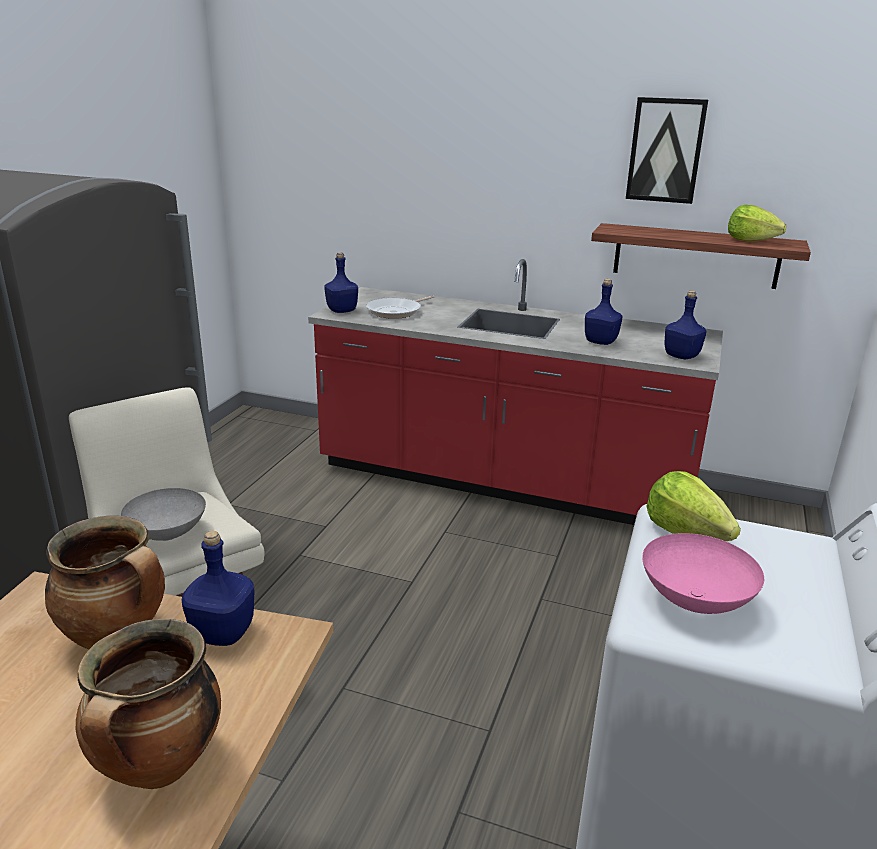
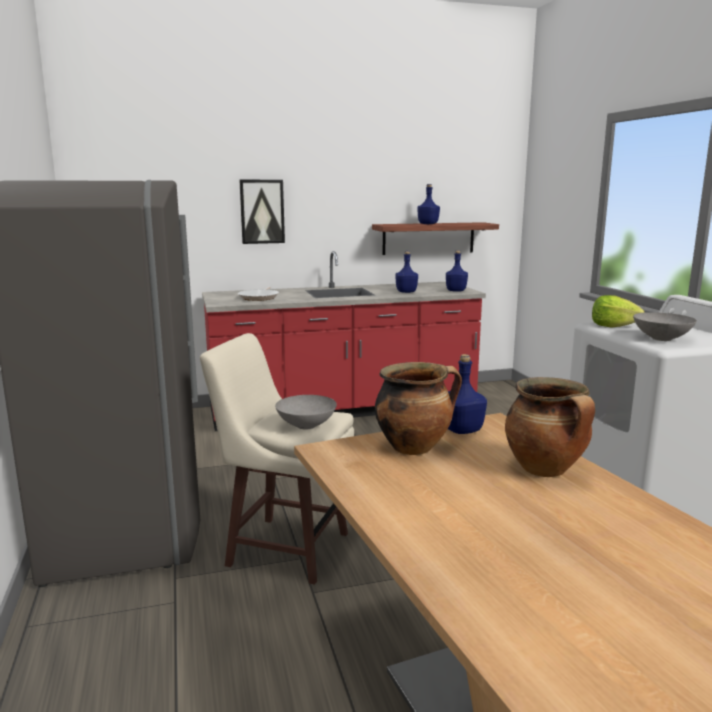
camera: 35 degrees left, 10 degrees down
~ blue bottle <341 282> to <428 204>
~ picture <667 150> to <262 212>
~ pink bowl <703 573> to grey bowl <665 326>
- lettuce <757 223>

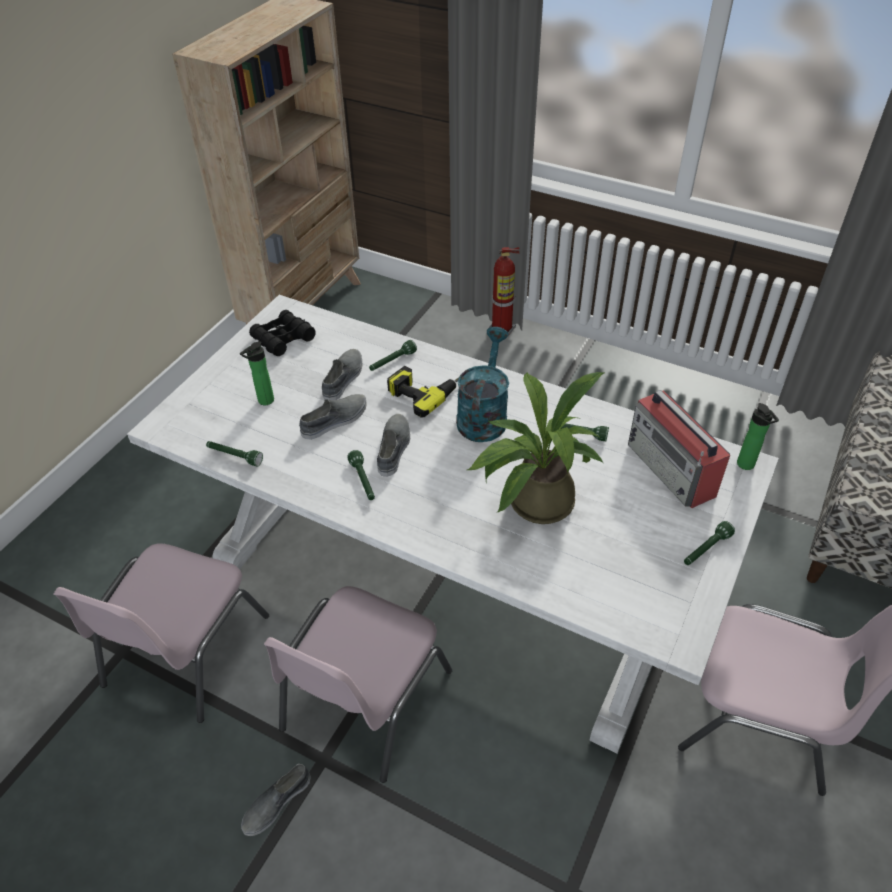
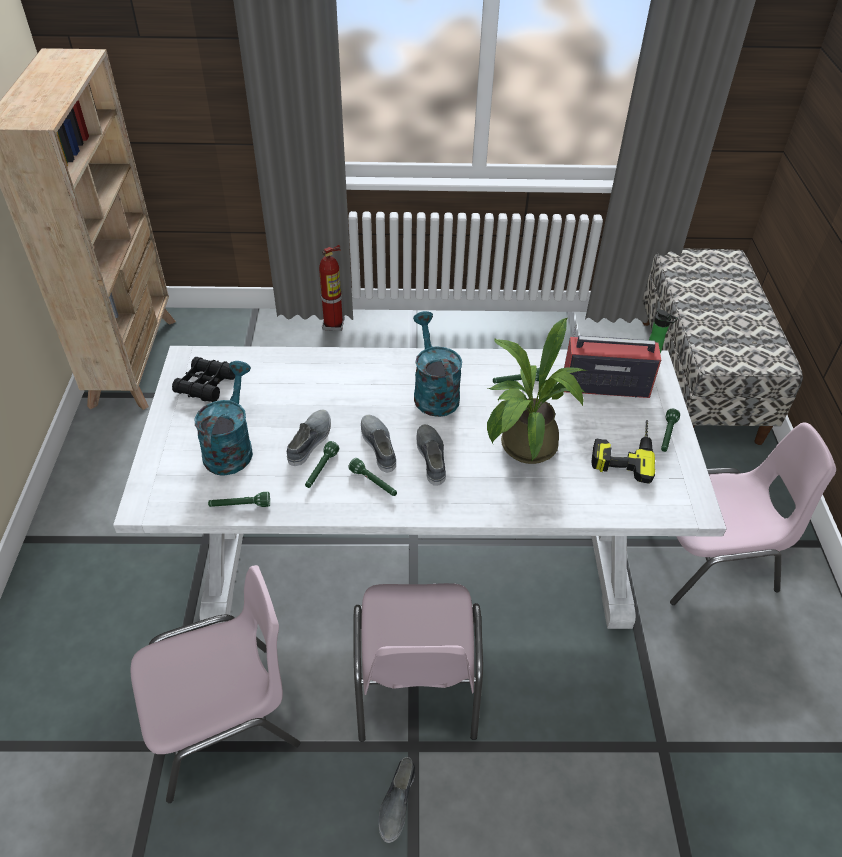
camera: 30 degrees left, 0 degrees up
~ pink chair <161 633> = <215 684> 105 degrees counterclockwise
~ bottle <257 373> to turquoise watering can <224 418>
~ grey shoe <342 374> to <431 455>
~ green flashlight <393 355> to <322 464>
~ power drill <423 392> to <623 452>
~ radio <679 449> = <612 361> 150 degrees clockwise

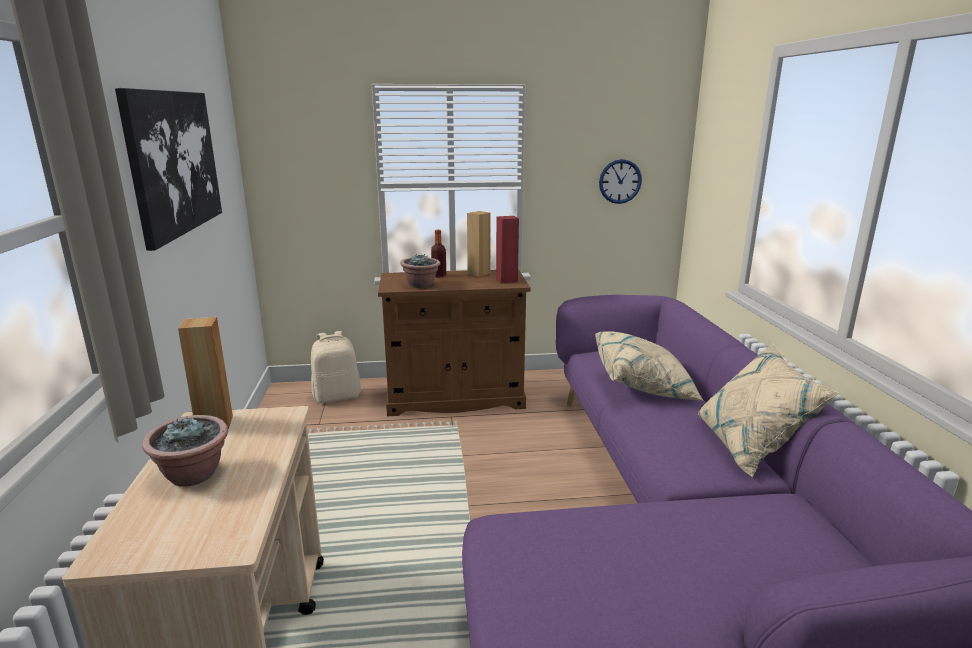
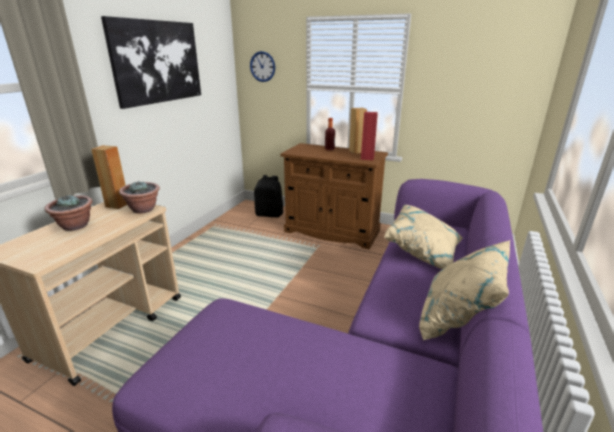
camera: 30 degrees right, 5 degrees up
~ beige backpack <336 367> to black backpack <269 196>
~ potted plant <420 271> to <139 197>
~ wall clock <620 181> to <262 66>

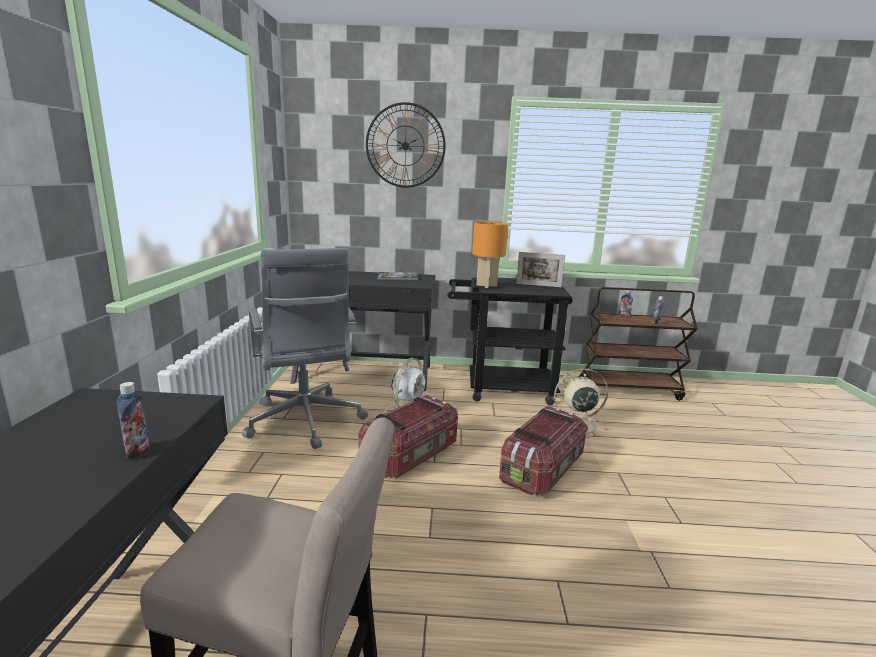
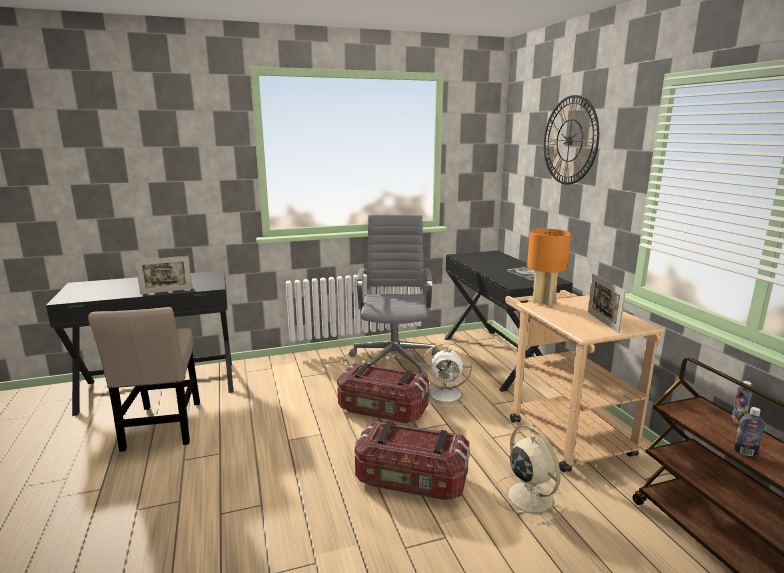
camera: 70 degrees right, 0 degrees up
~ bottle <133 420> to picture frame <163 275>
~ grey office chair <305 348> = <394 296> 135 degrees clockwise
~ black cart <510 341> to beige cart <585 381>

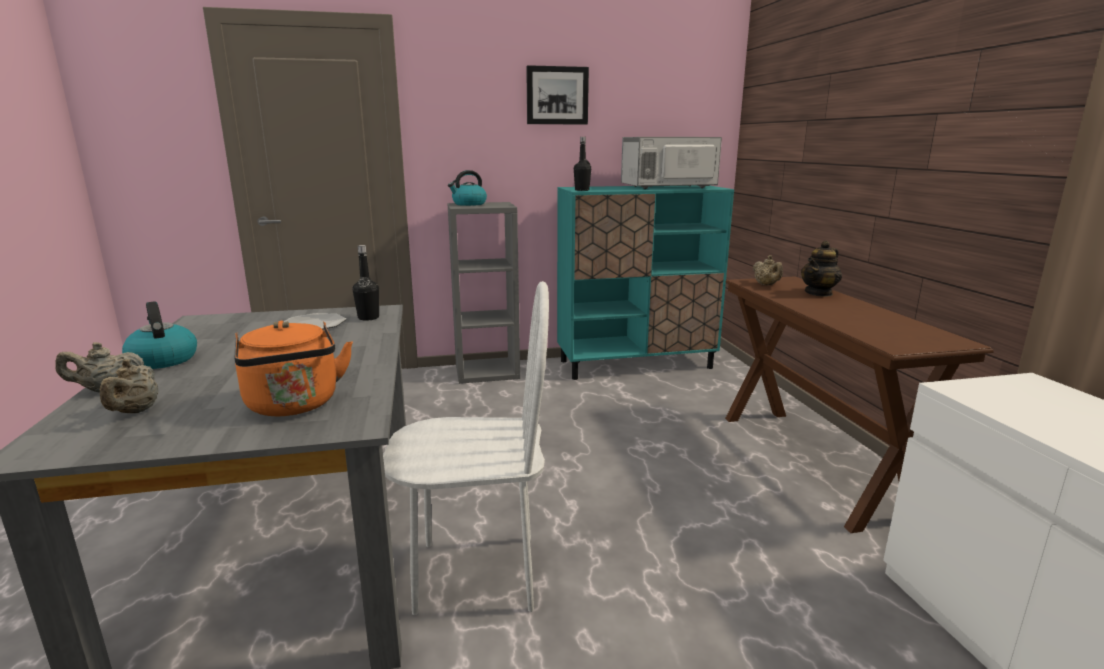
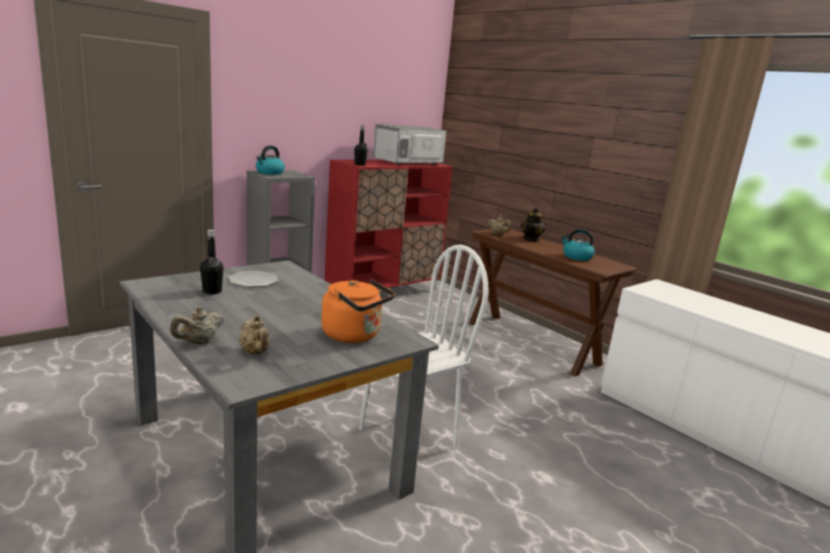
camera: 30 degrees left, 0 degrees up
~ kettle <159 335> to <578 245>
~ black bottle <366 283> to <212 262>
- picture <557 94>
~ turquoise cabinet <645 283> to red cabinet <389 226>

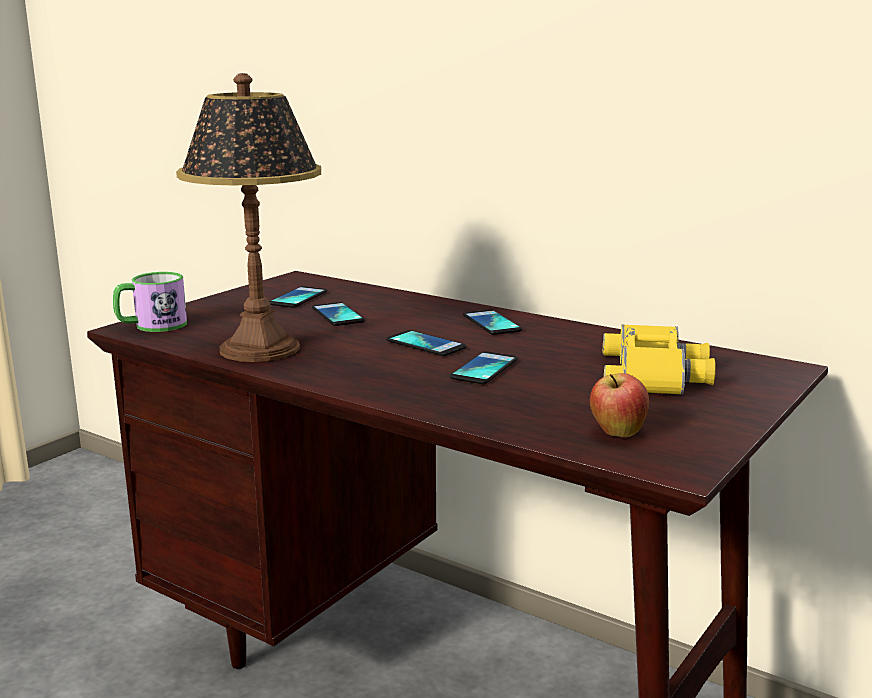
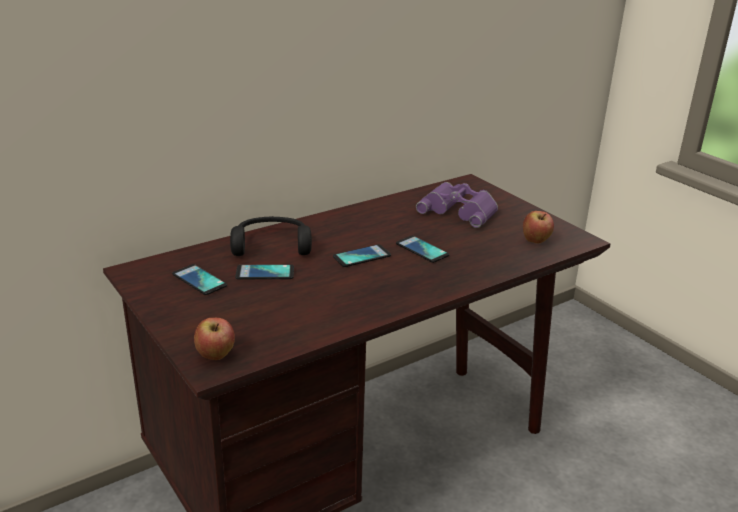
camera: 70 degrees left, 10 degrees up
~ mug <150 302> to apple <214 339>
- table lamp <248 217>
- phone <492 322>
~ yellow binoculars <659 359> to purple binoculars <457 205>
+ black headphones <271 236>

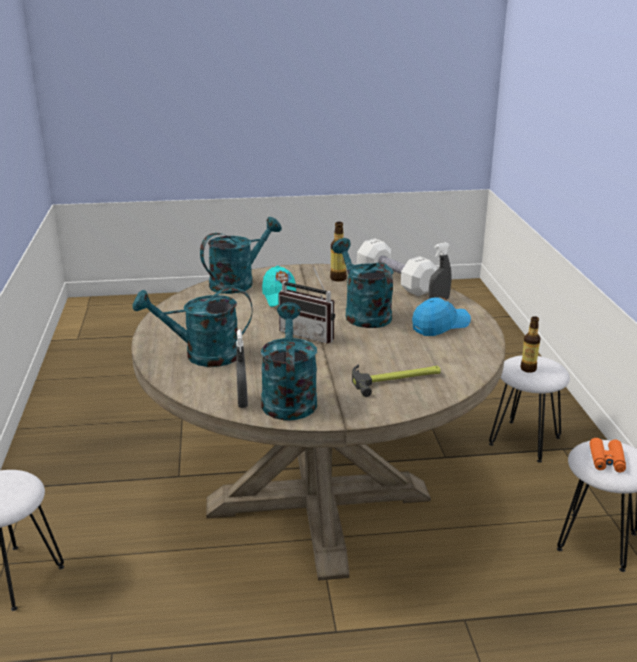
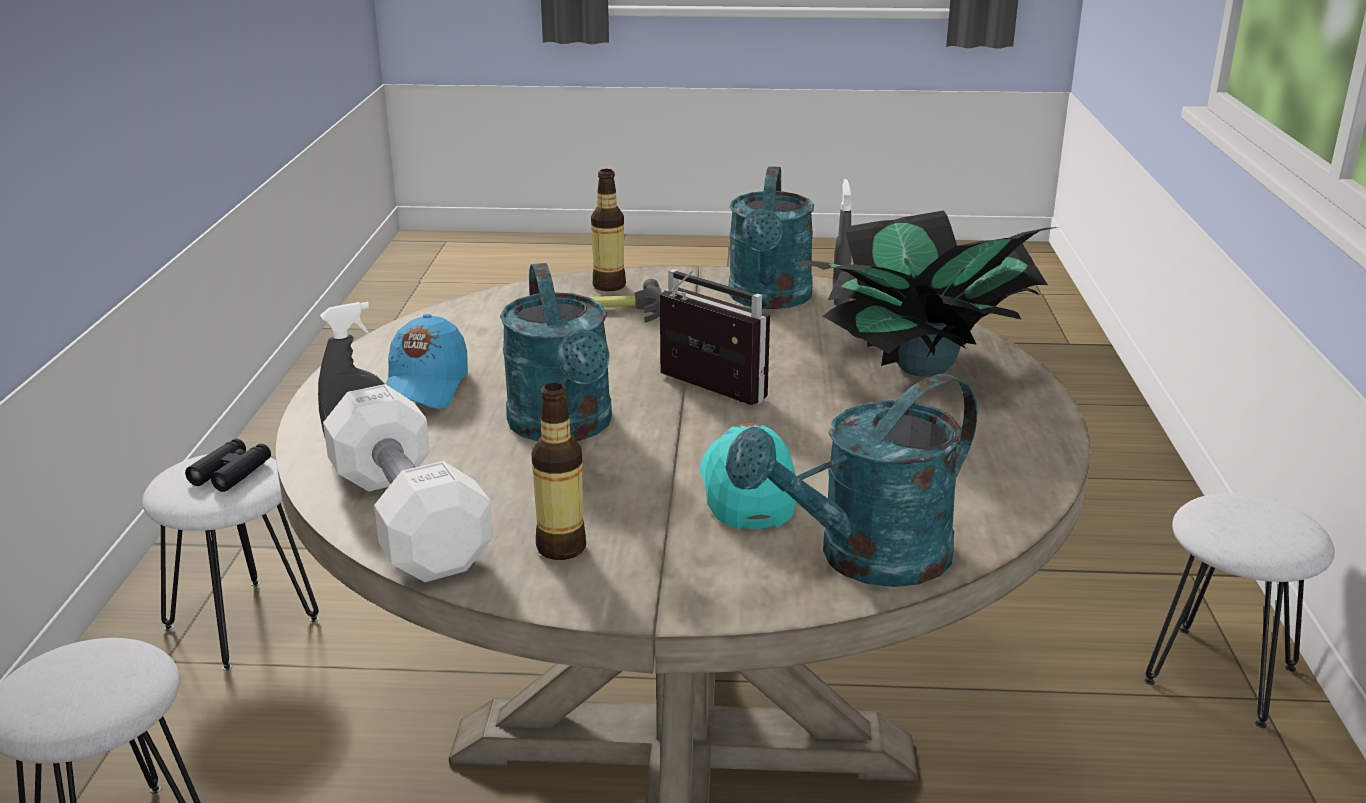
camera: 170 degrees left, 0 degrees up
~ turquoise watering can <192 327> to potted plant <925 294>
~ blue cap <441 316> = <426 361> 60 degrees counterclockwise
~ bottle <530 344> to <608 230>
~ orange binoculars <608 455> to black binoculars <228 465>

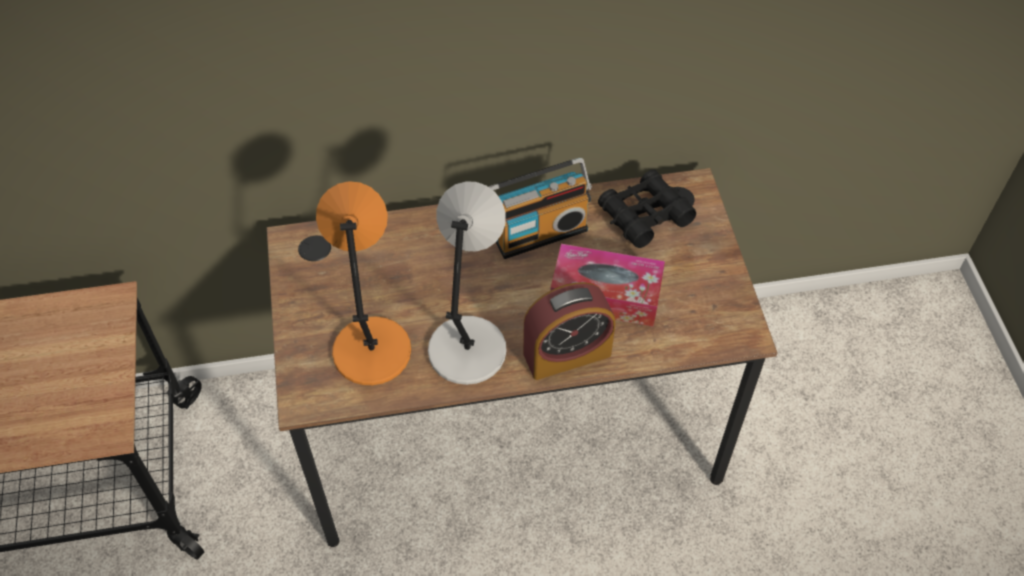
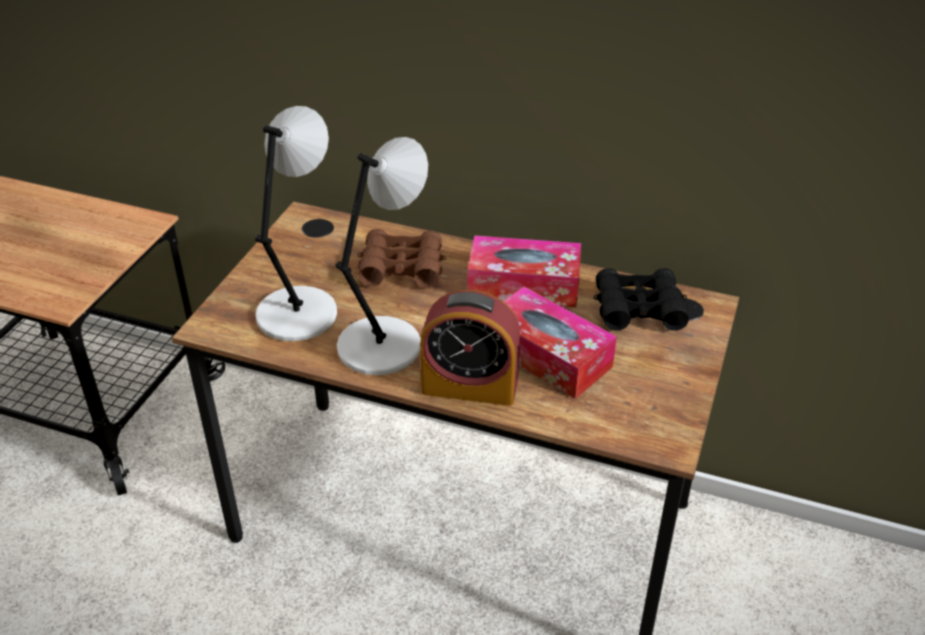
camera: 30 degrees right, 15 degrees down
~ orange table lamp <363 283> to grey table lamp <296 223>
~ radio <540 208> to tissue box <524 271>
+ brown binoculars <401 258>

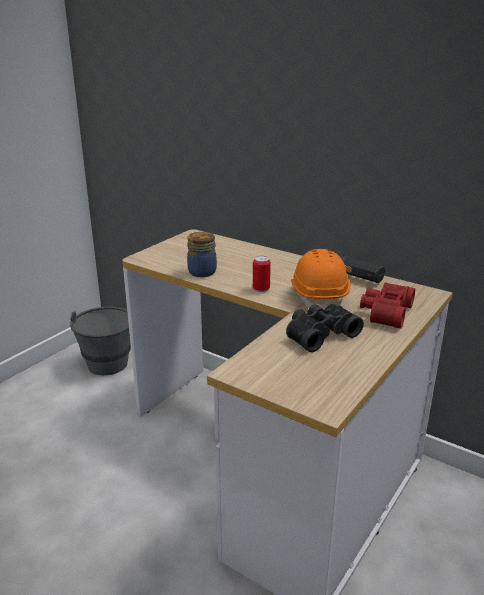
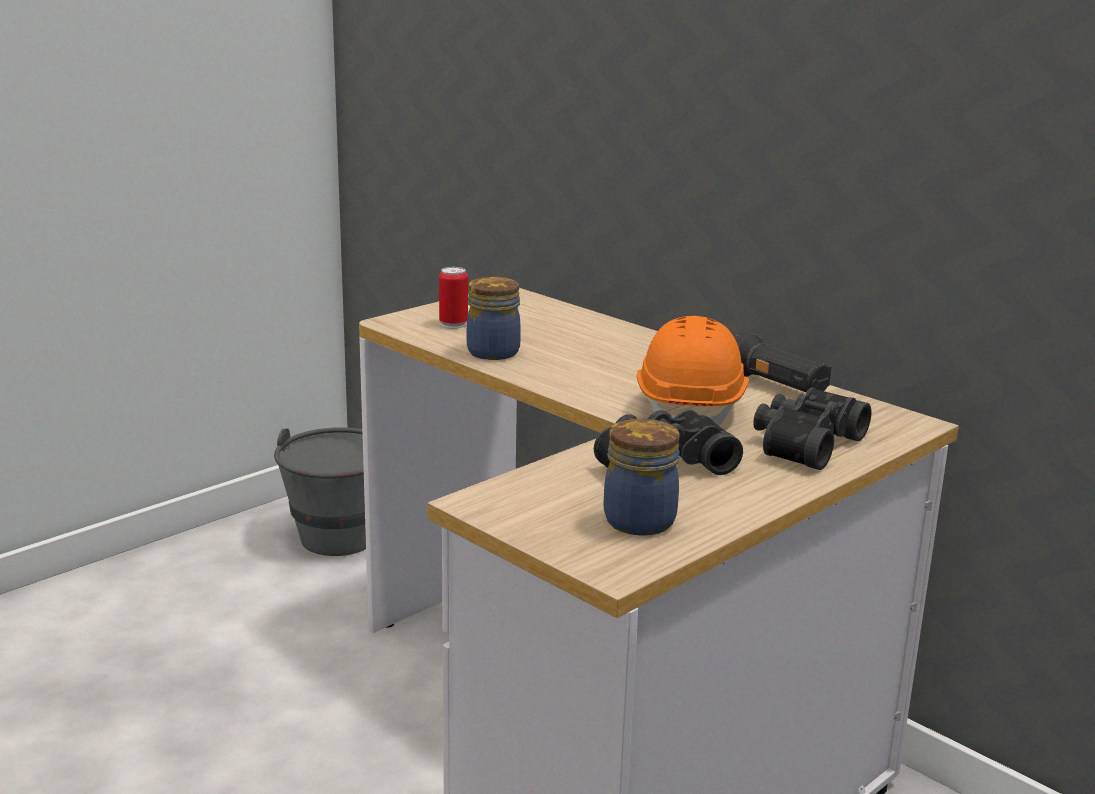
camera: 10 degrees right, 5 degrees down
~ can <262 274> to <453 297>
~ red binoculars <387 305> to black binoculars <812 428>
+ jar <642 477>

